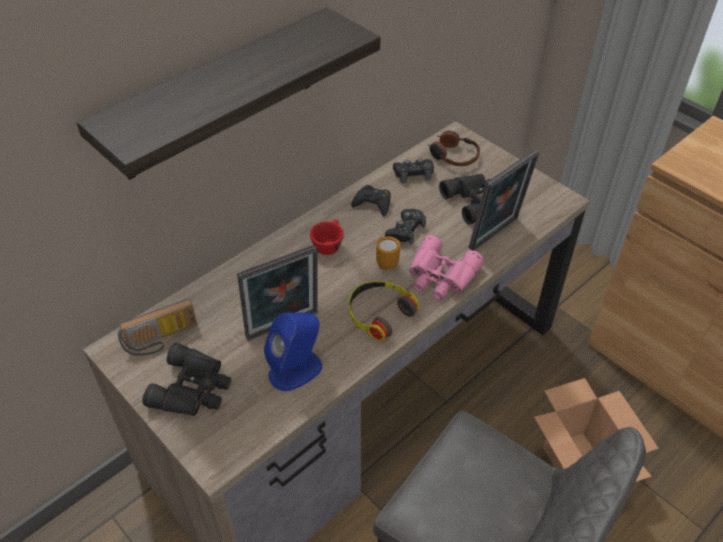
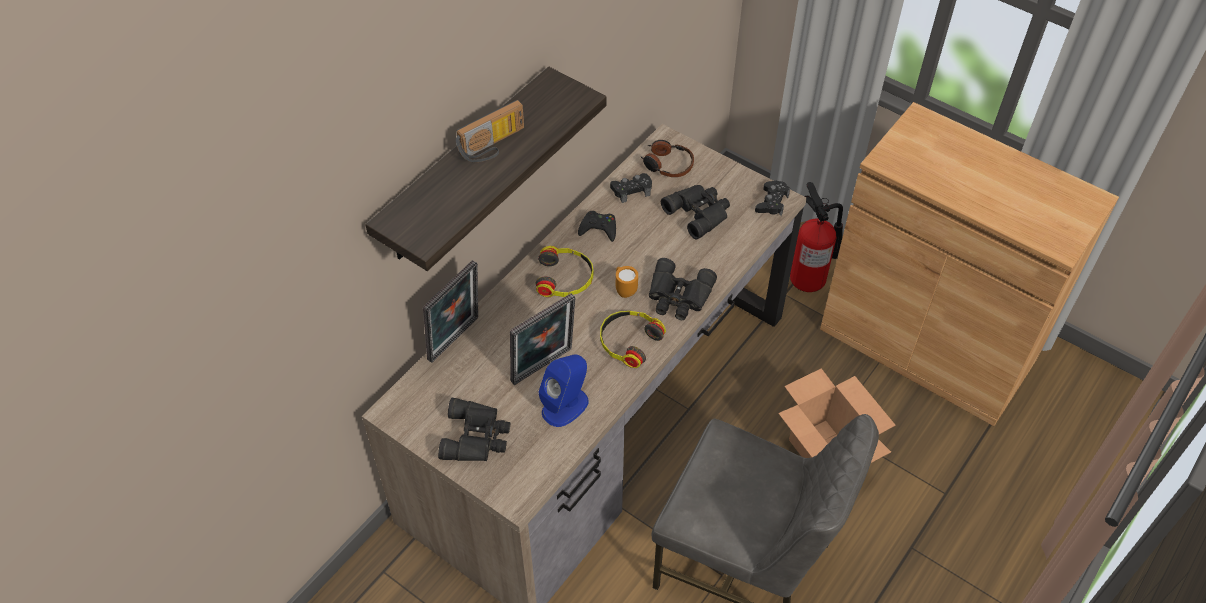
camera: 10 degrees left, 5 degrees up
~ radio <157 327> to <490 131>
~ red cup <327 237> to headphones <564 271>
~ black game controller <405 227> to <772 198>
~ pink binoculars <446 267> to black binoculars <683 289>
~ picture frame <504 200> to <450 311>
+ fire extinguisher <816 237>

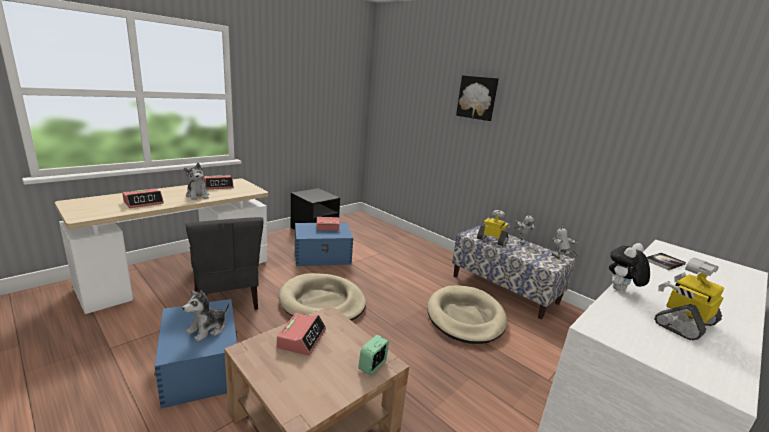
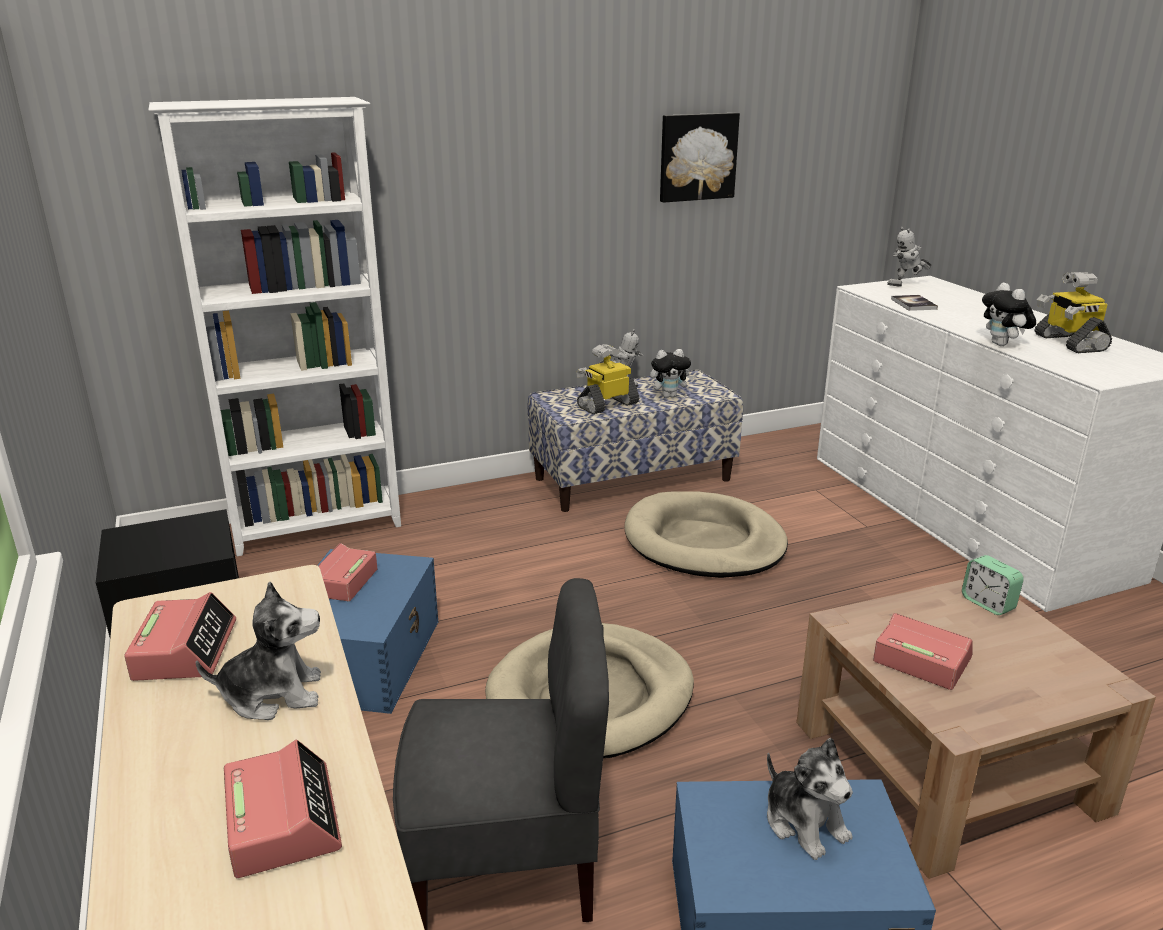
camera: 65 degrees left, 5 degrees up
~ picture <477 98> to <700 158>
~ toy robot <565 242> to <909 257>
+ white bookcase <274 326>
+ plush toy <672 373>

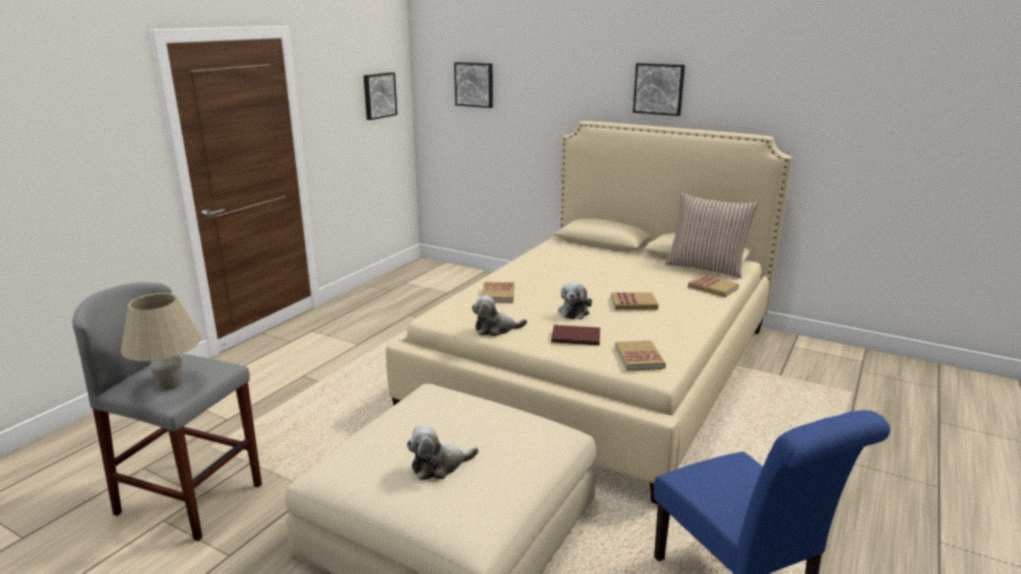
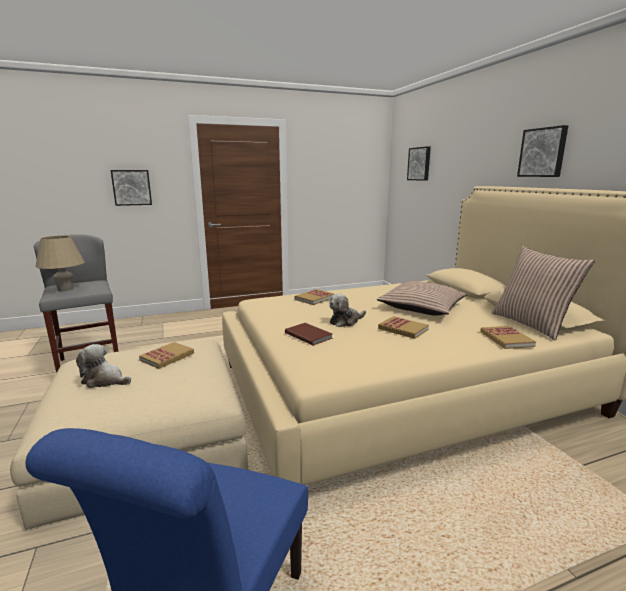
camera: 40 degrees right, 5 degrees down
~ picture <380 96> to <131 188>
- plush toy <499 315>
~ book <640 355> to <166 355>
+ pillow <422 298>

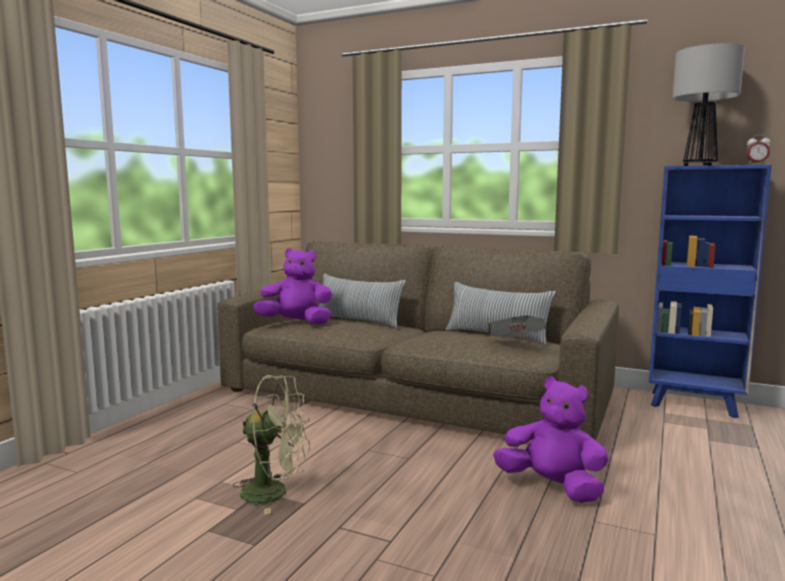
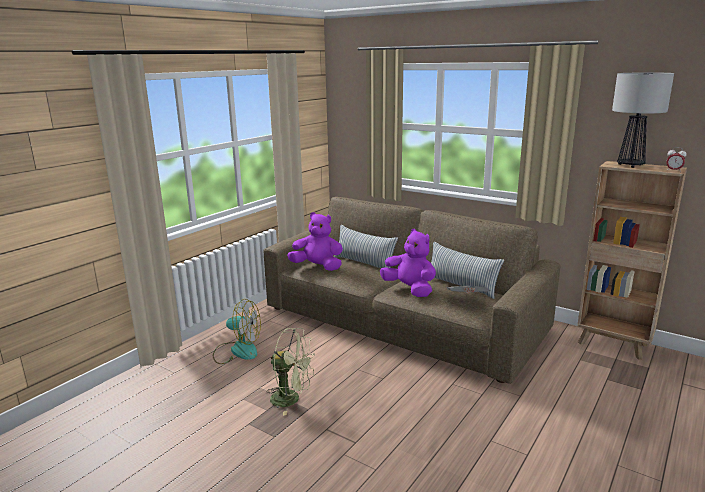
camera: 10 degrees right, 10 degrees up
~ purple plush toy <551 440> to <408 263>
~ blue bookcase <710 291> to brown bookcase <632 260>
+ fan <237 331>

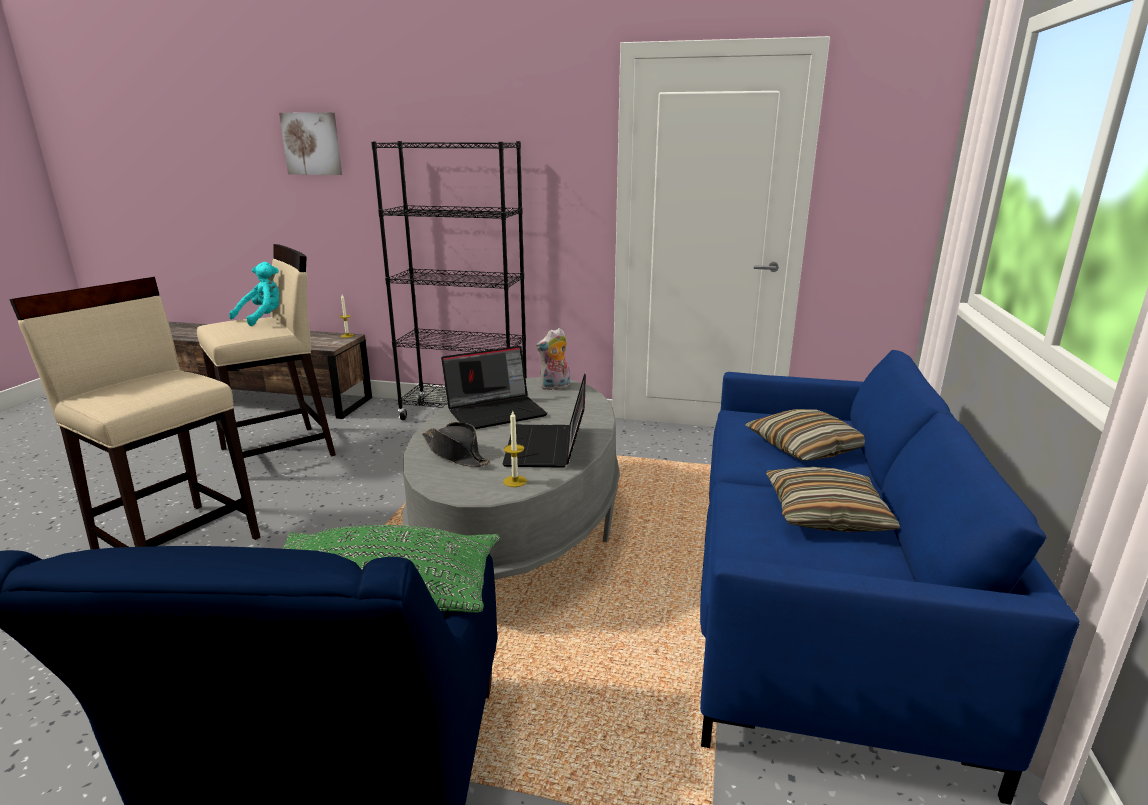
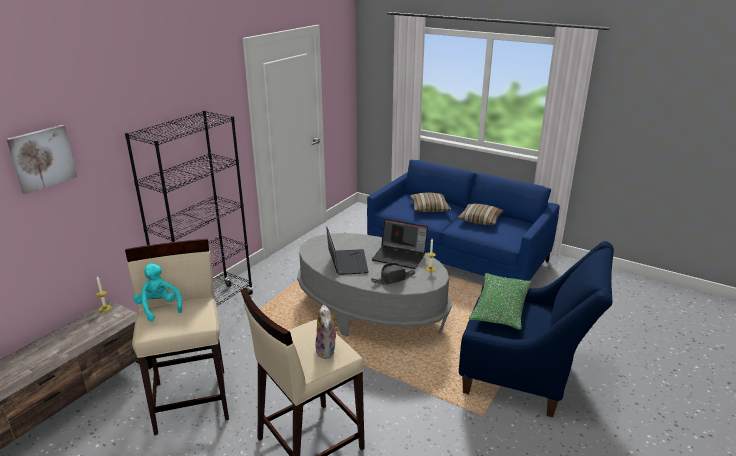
camera: 70 degrees left, 5 degrees up
~ plush toy <553 359> to <326 332>

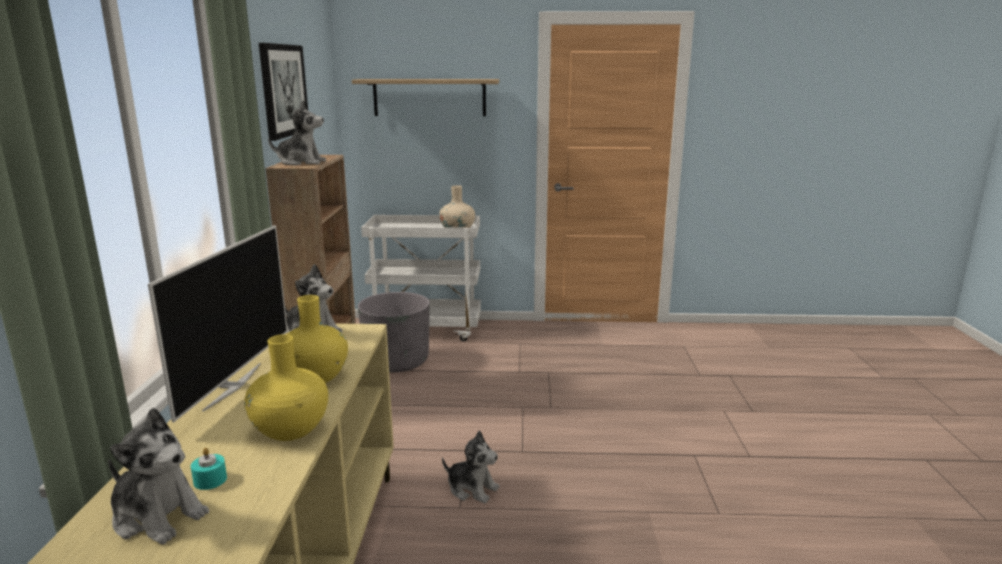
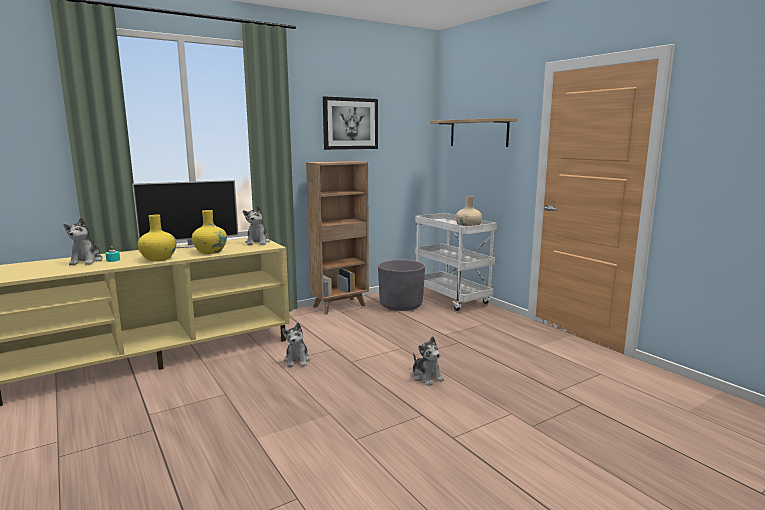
camera: 55 degrees right, 5 degrees down
~ plush toy <297 133> to <428 361>

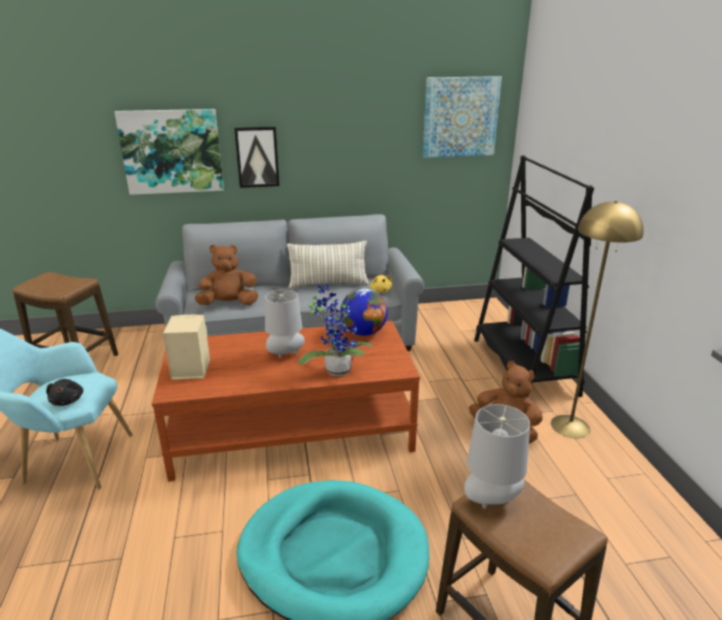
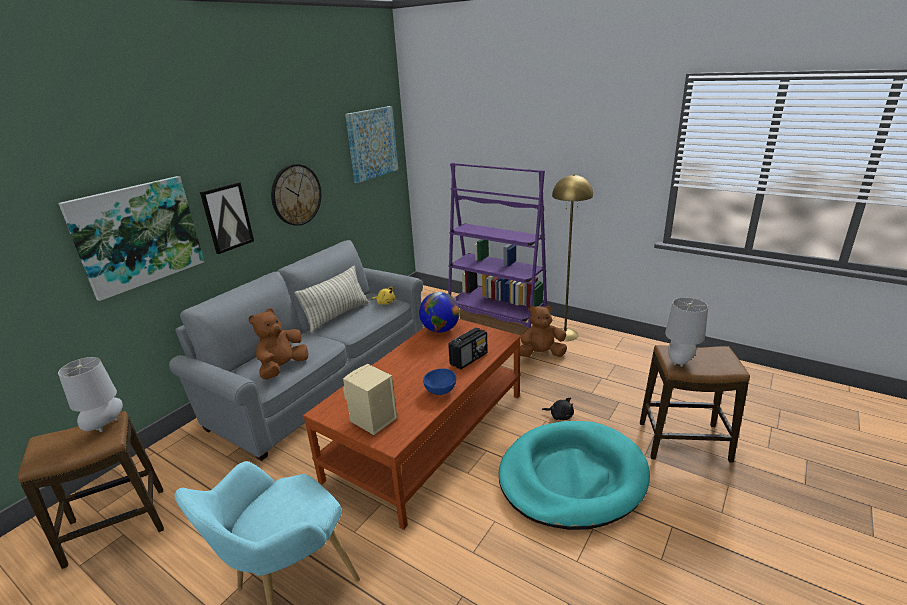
camera: 45 degrees left, 0 degrees up
~ black plush toy <64 392> to <558 409>
~ grey table lamp <285 323> to <90 394>
~ potted plant <335 330> to radio <468 348>
~ black bookcase <534 276> to purple bookcase <498 245>
+ wall clock <296 195>
+ blue bowl <439 381>

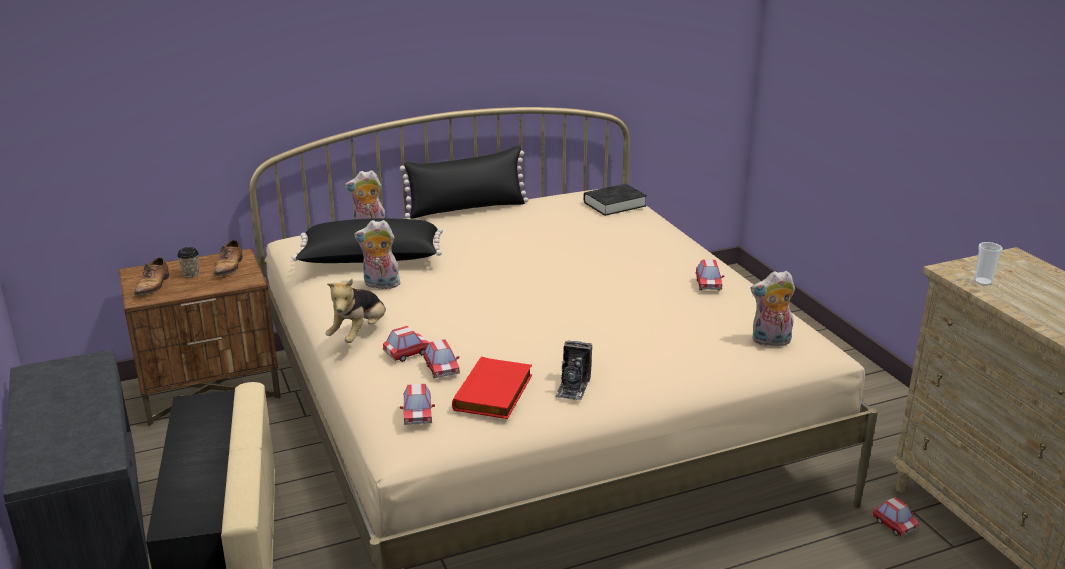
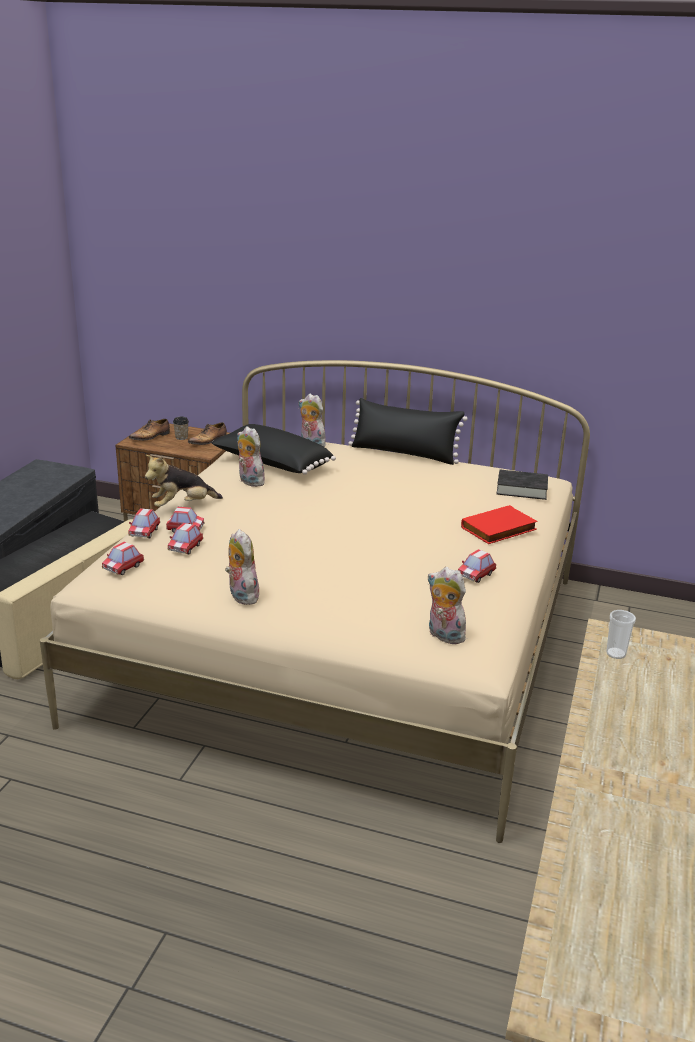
camera: 40 degrees right, 0 degrees up
~ red book <492 388> to <499 524>
~ photo camera <573 370> to plush toy <242 567>
~ toy car <895 517> to <144 523>

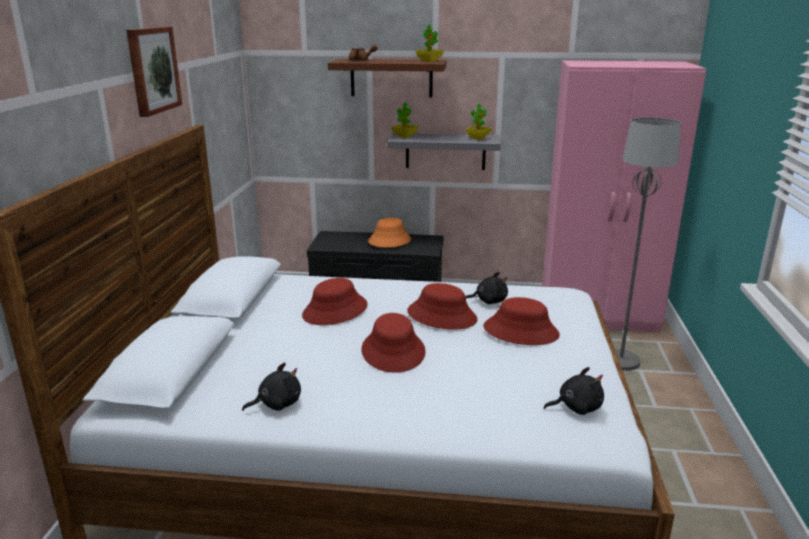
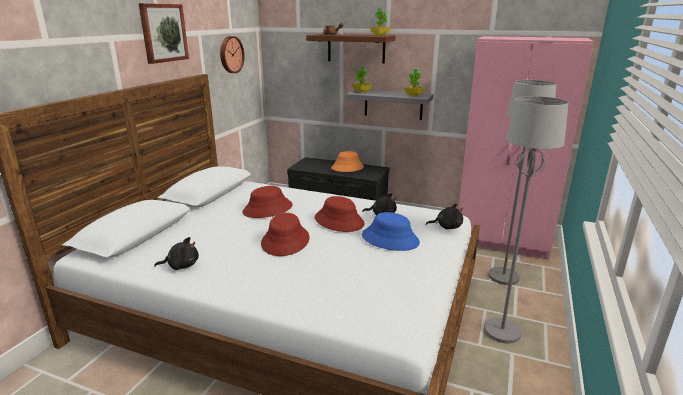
camera: 15 degrees right, 0 degrees up
~ red hat <521 321> to blue hat <391 231>
~ black plush toy <574 391> to <444 216>
+ wall clock <232 54>
+ grey floor lamp <526 219>

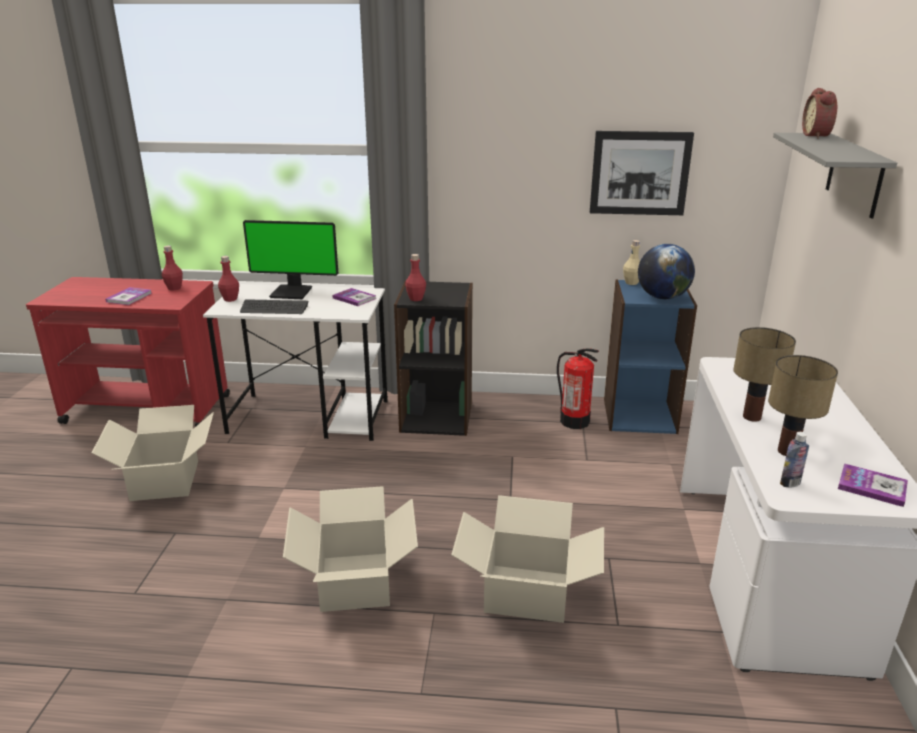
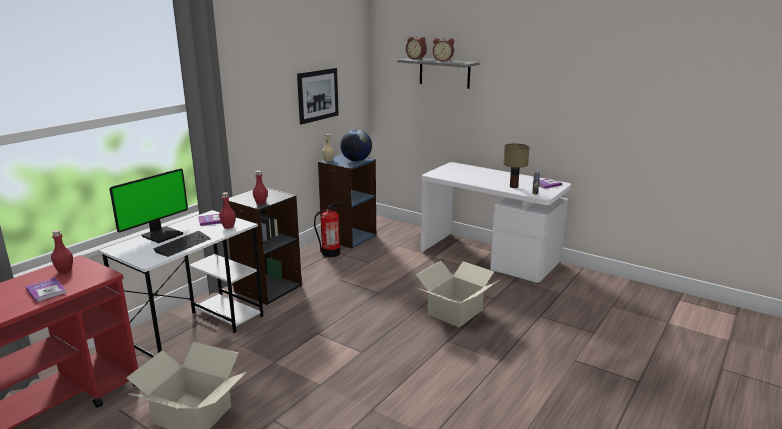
camera: 60 degrees left, 5 degrees down
~ red bottle <228 279> to <227 210>
- cardboard box <350 549>
- table lamp <764 374>
+ alarm clock <443 50>

